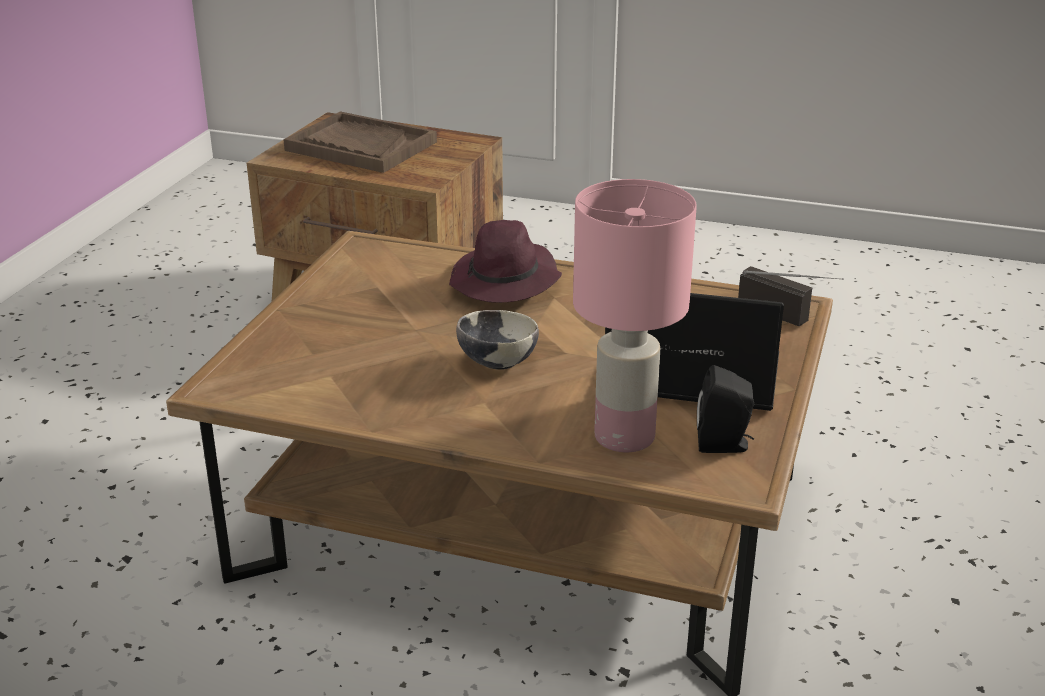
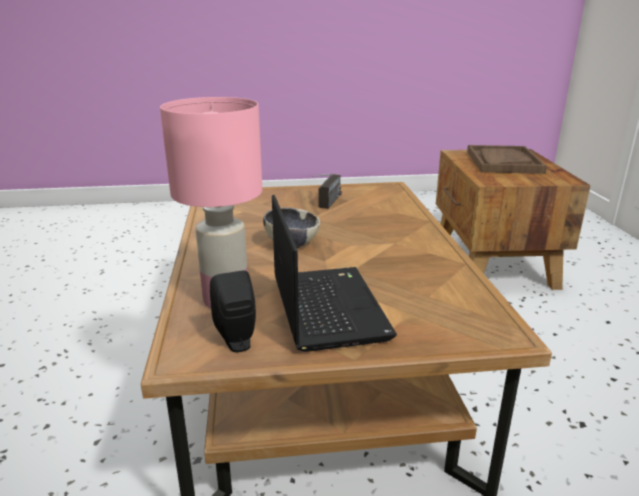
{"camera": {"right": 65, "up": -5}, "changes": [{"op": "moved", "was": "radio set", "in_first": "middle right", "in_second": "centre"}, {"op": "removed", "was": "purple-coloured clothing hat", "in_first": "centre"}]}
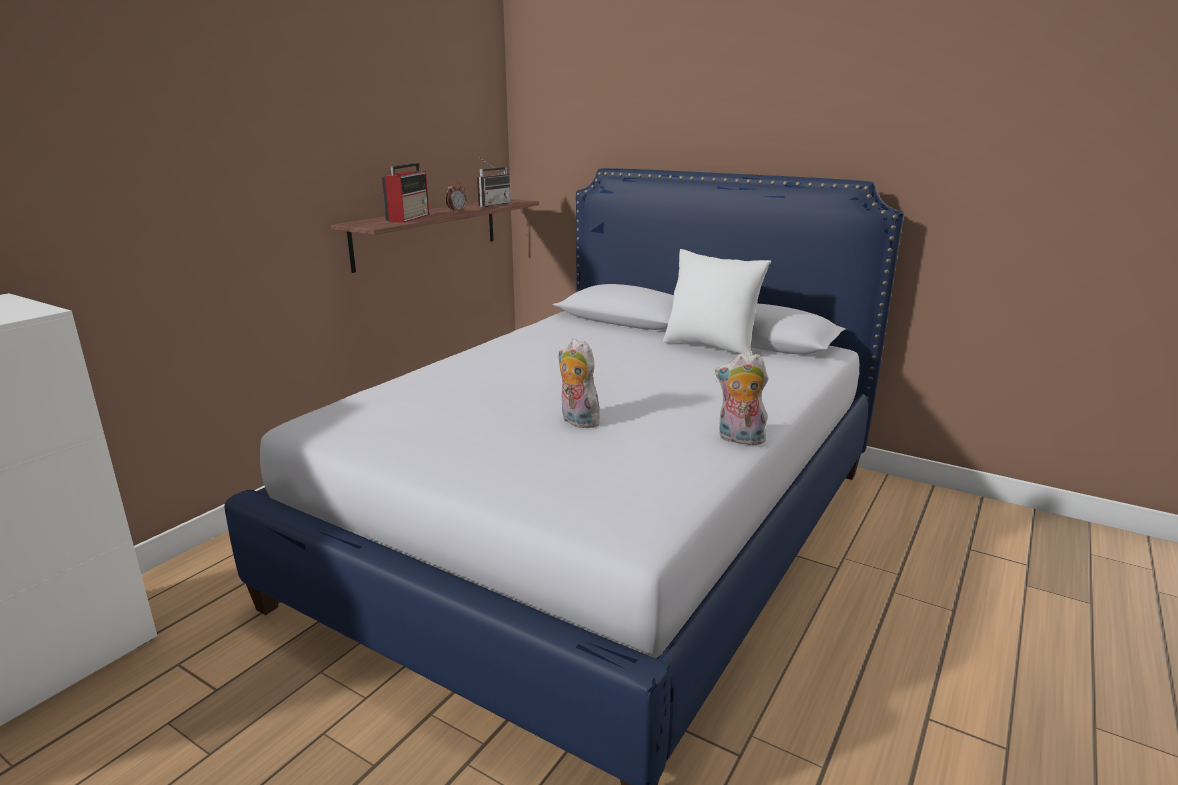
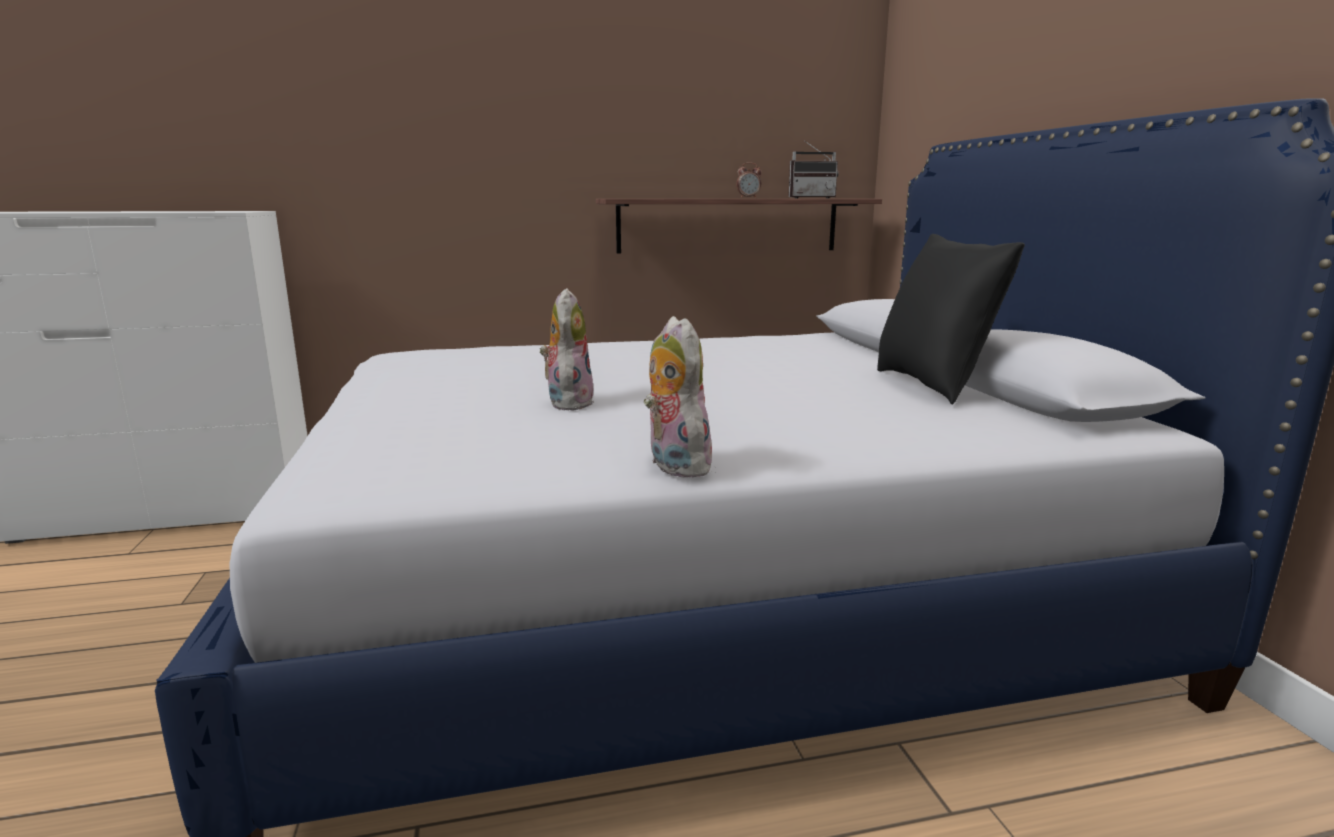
{"camera": {"right": 45, "up": -5}, "changes": [{"op": "recoloured", "was": "white throw pillow", "now": "blackish throw pillow", "in_first": "centre", "in_second": "middle right"}, {"op": "removed", "was": "radio set (1st from left)", "in_first": "top centre"}]}
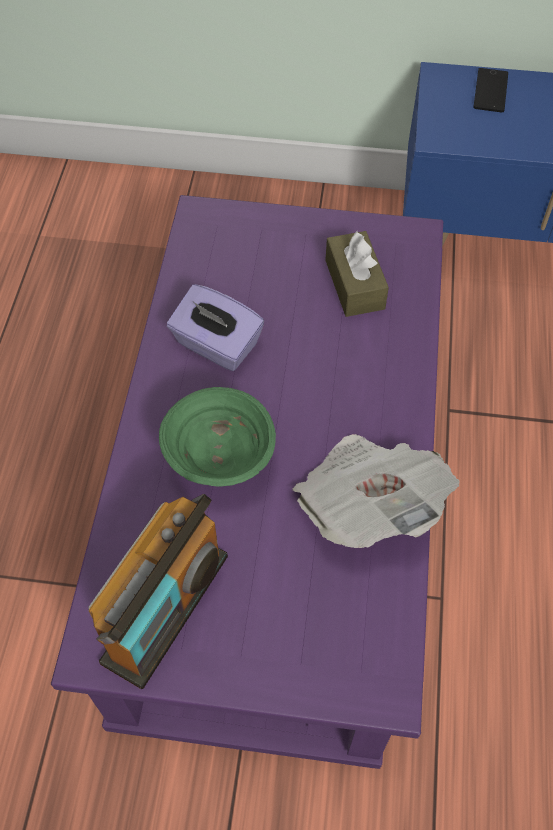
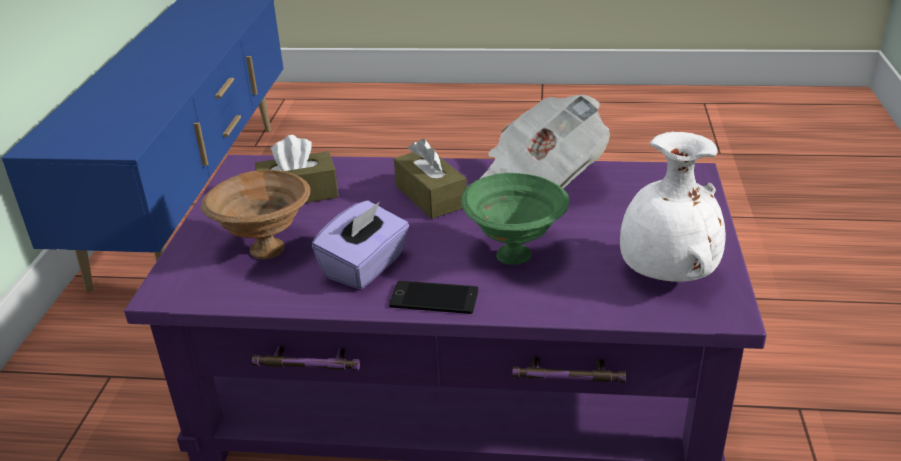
{"camera": {"right": -90, "up": -25}, "changes": [{"op": "added", "now": "brown deep dish", "in_second": "middle left"}, {"op": "moved", "was": "telephone", "in_first": "top right", "in_second": "centre"}, {"op": "added", "now": "brown tissue holder (2nd from left)", "in_second": "centre"}, {"op": "replaced", "was": "radio set", "now": "white flower vase", "in_first": "bottom left", "in_second": "middle right"}]}
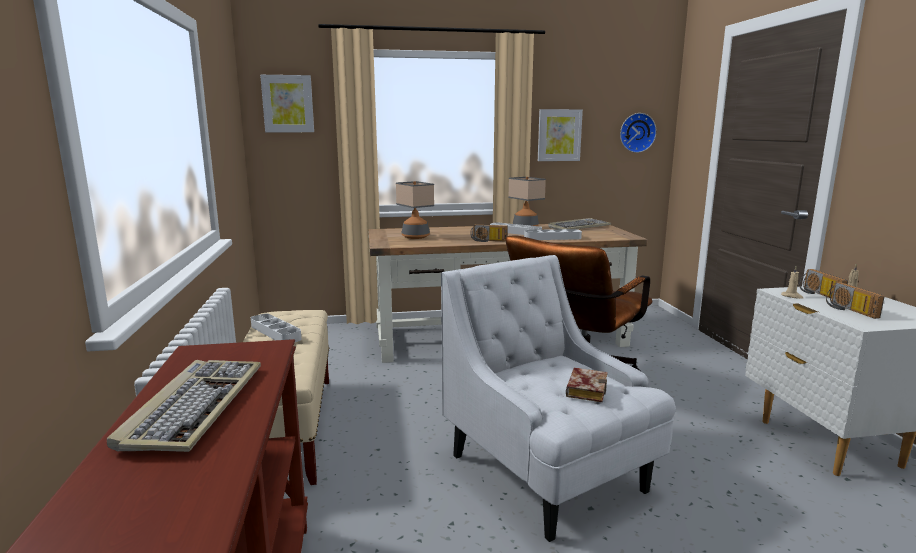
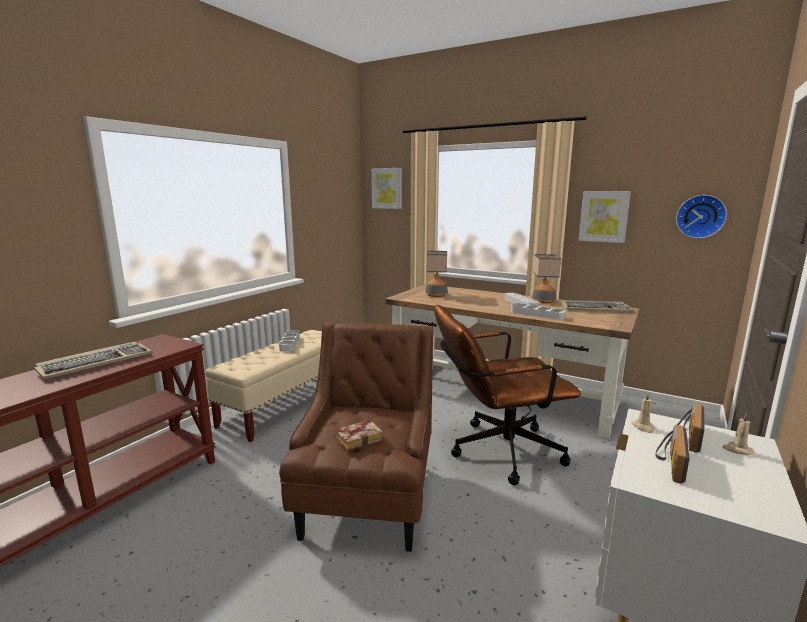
{"camera": {"right": 40, "up": 0}, "changes": [{"op": "recoloured", "was": "white easy chair", "now": "brown easy chair", "in_first": "bottom centre", "in_second": "bottom centre"}, {"op": "removed", "was": "radio set (1st from left)", "in_first": "centre"}]}
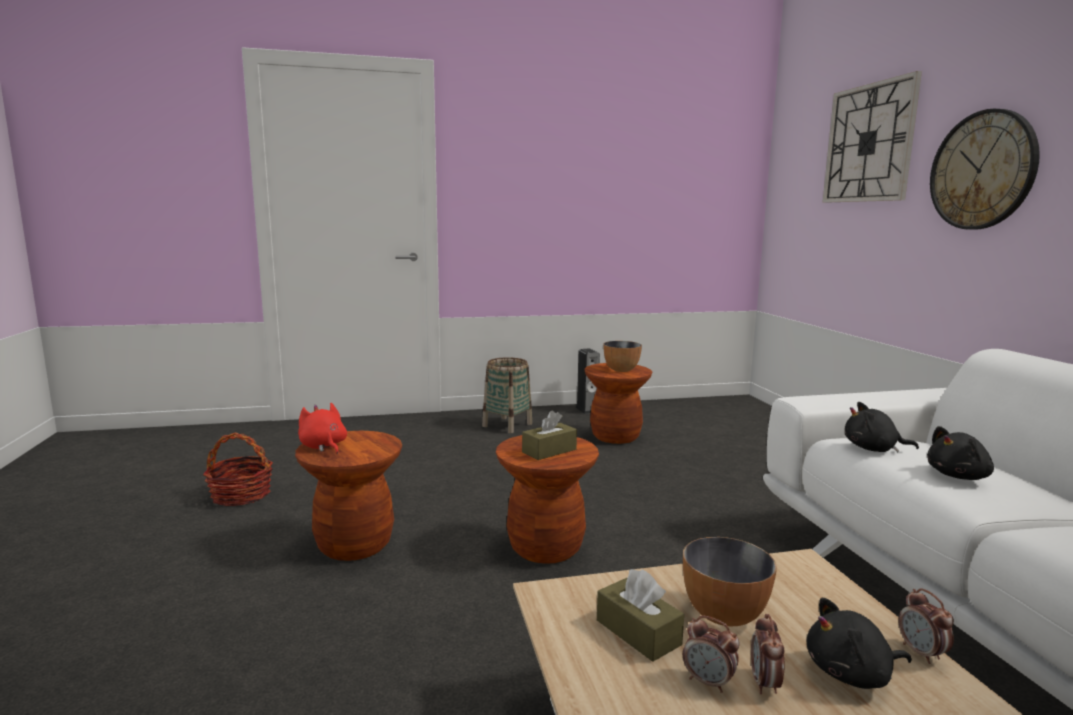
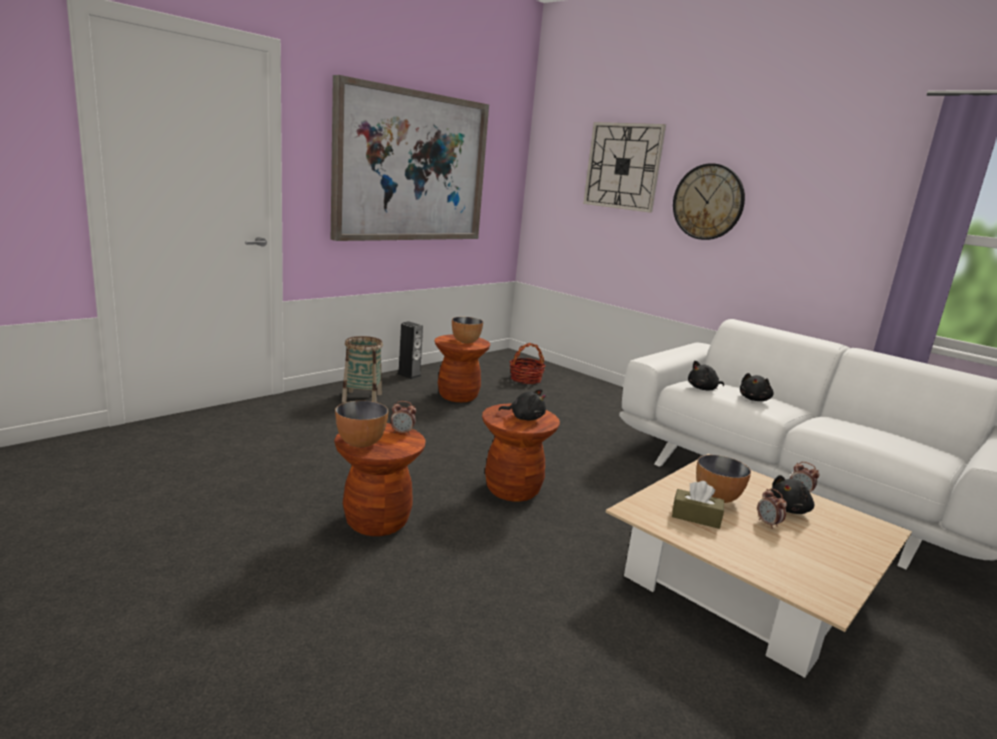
{"camera": {"right": -35, "up": 5}, "changes": [{"op": "added", "now": "wall art", "in_second": "top centre"}, {"op": "replaced", "was": "red cuddly toy", "now": "deep dish (1st from left)", "in_first": "middle left", "in_second": "centre"}, {"op": "moved", "was": "table clock (1st from left)", "in_first": "bottom centre", "in_second": "centre"}, {"op": "replaced", "was": "brown tissue holder (1st from left)", "now": "blackish cuddly toy (1st from left)", "in_first": "centre", "in_second": "centre"}, {"op": "moved", "was": "household basket (1st from left in the first image)", "now": "household basket (2nd from left)", "in_first": "middle left", "in_second": "centre"}]}
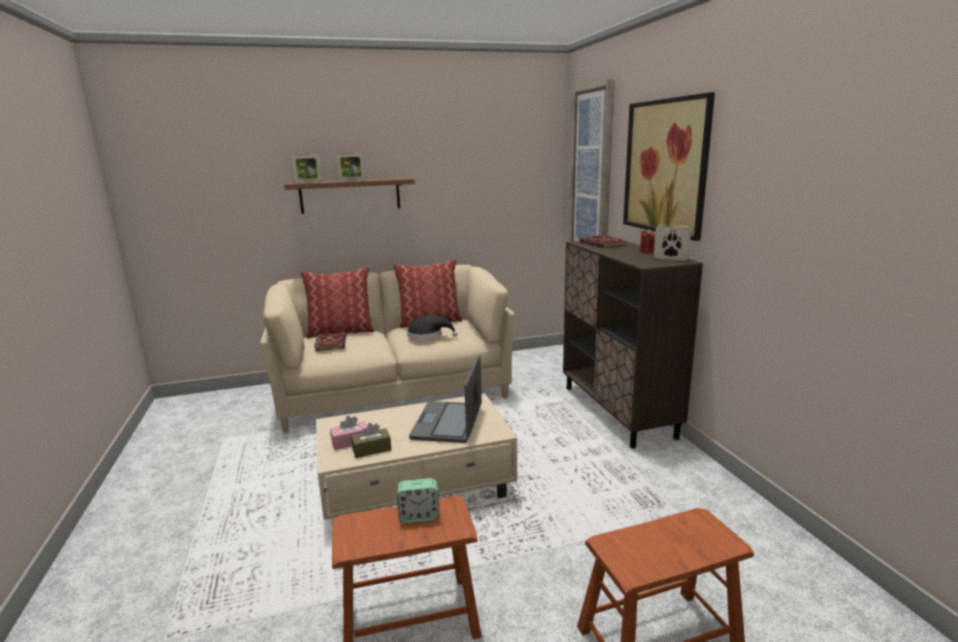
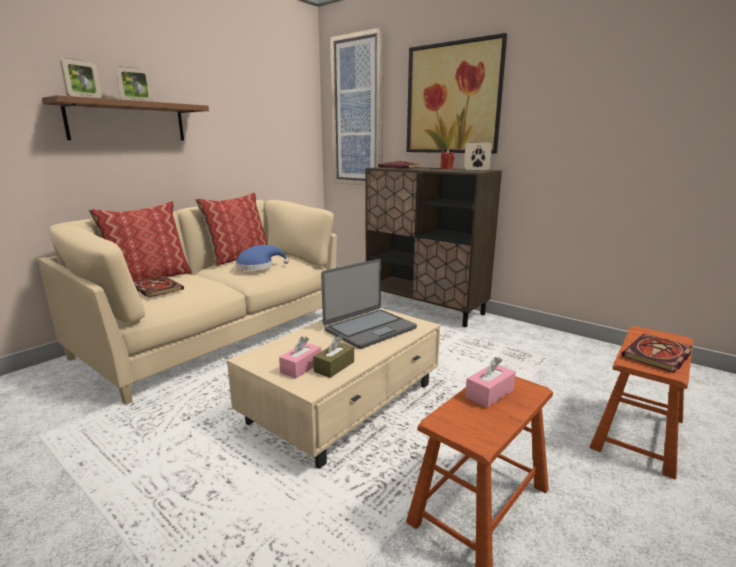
{"camera": {"right": -35, "up": 0}, "changes": [{"op": "recoloured", "was": "blackish clothing hat", "now": "blue-coloured clothing hat", "in_first": "centre", "in_second": "centre"}, {"op": "turned", "was": "laptop", "in_first": "centre", "in_second": "centre", "clockwise": -105}, {"op": "replaced", "was": "table clock", "now": "pinkish tissue holder (2nd from left)", "in_first": "bottom centre", "in_second": "bottom centre"}, {"op": "added", "now": "bound book (3rd from left)", "in_second": "middle right"}]}
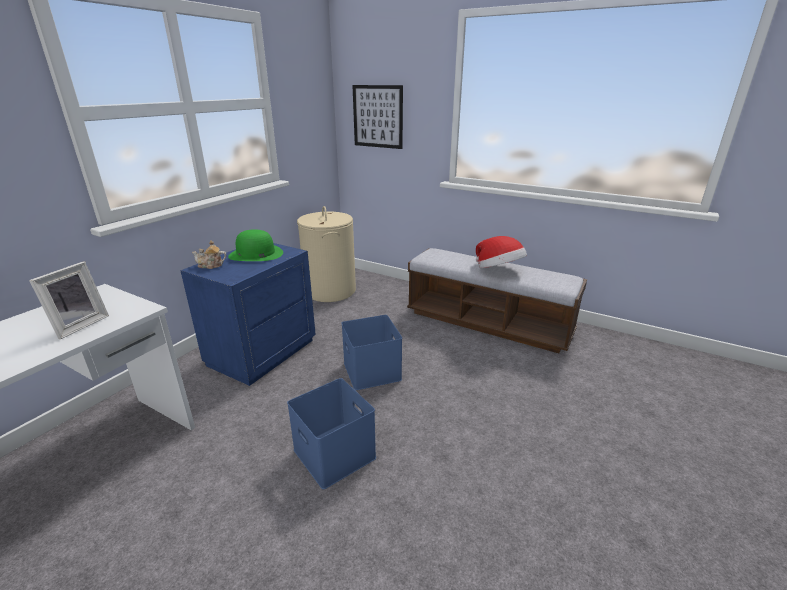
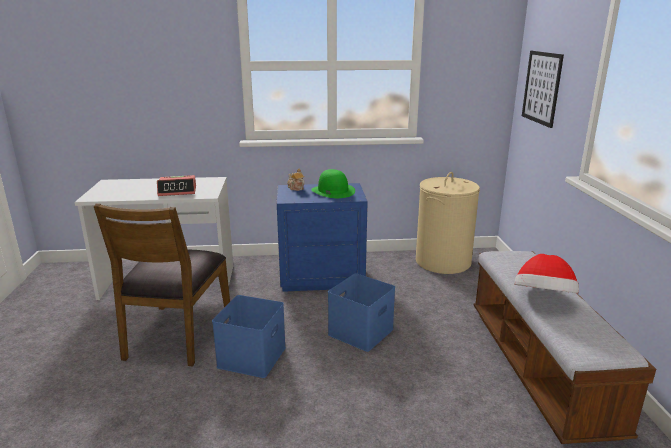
{"camera": {"right": 55, "up": -5}, "changes": [{"op": "added", "now": "brown upright chair", "in_second": "middle left"}, {"op": "replaced", "was": "standing frame", "now": "table clock", "in_first": "middle left", "in_second": "middle left"}]}
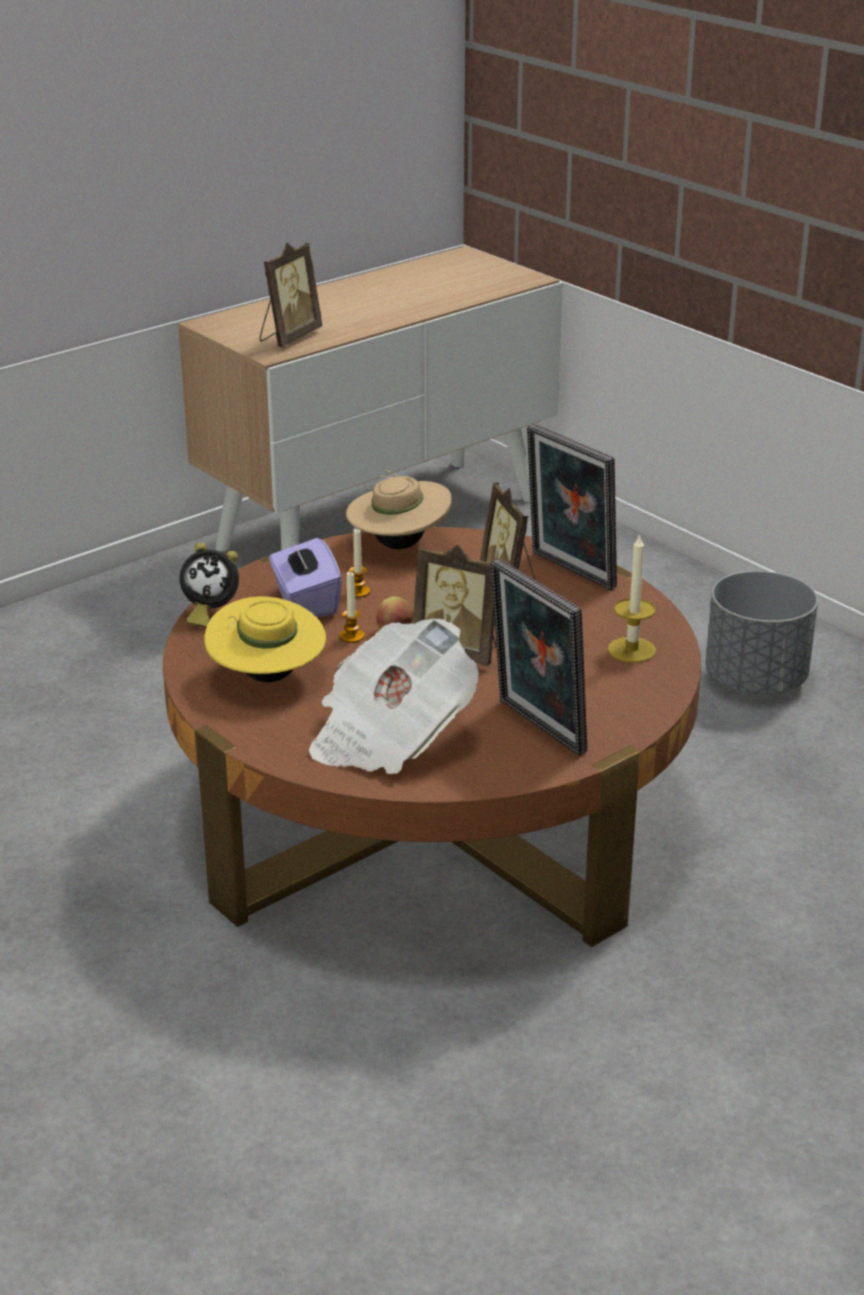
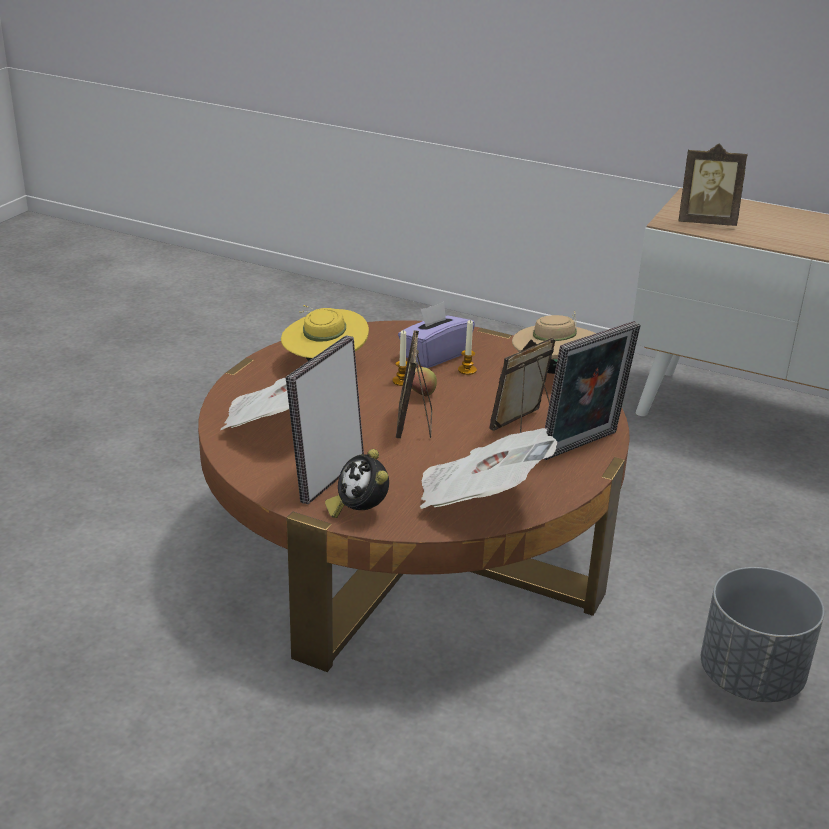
{"camera": {"right": 65, "up": 0}, "changes": [{"op": "moved", "was": "table clock", "in_first": "middle left", "in_second": "centre"}, {"op": "replaced", "was": "candle (3rd from left)", "now": "printed paper (2nd from left)", "in_first": "middle right", "in_second": "centre"}, {"op": "turned", "was": "standing frame (5th from left in the first image)", "in_first": "centre", "in_second": "middle right", "clockwise": -150}]}
